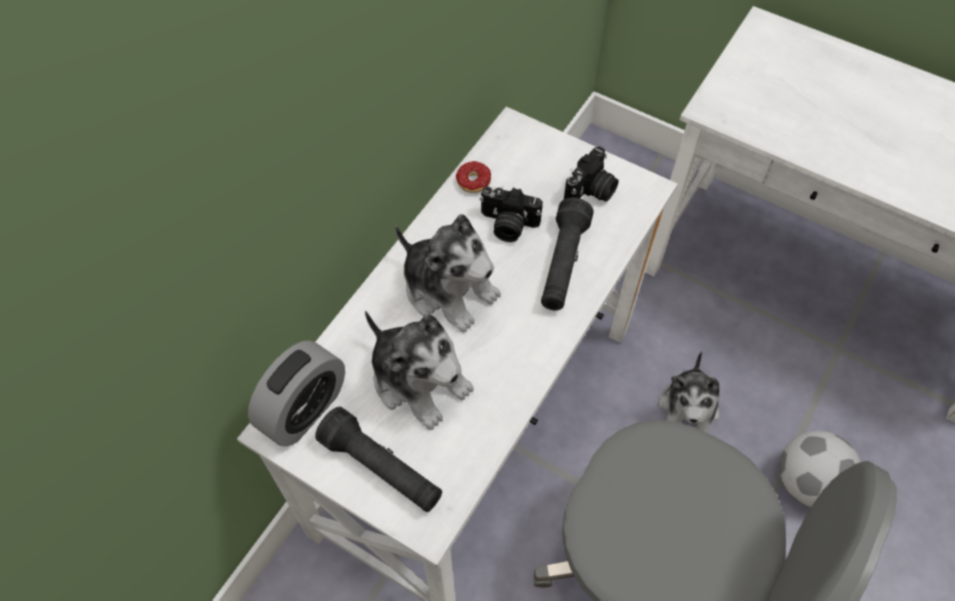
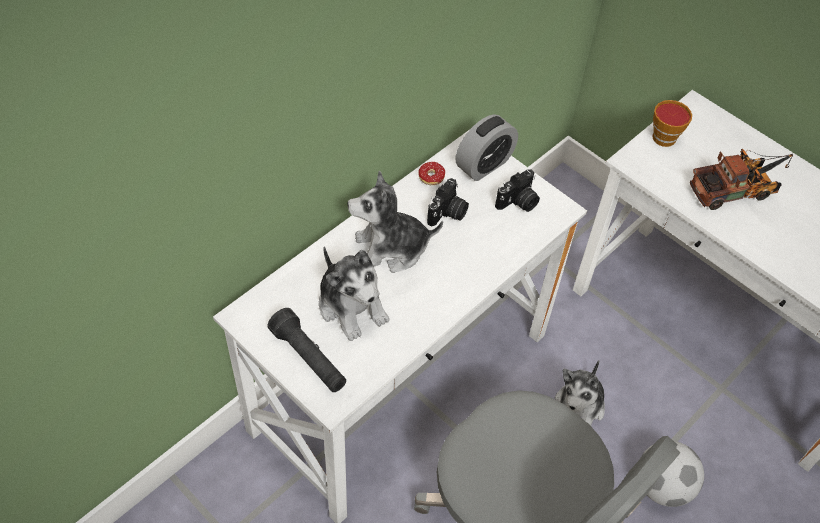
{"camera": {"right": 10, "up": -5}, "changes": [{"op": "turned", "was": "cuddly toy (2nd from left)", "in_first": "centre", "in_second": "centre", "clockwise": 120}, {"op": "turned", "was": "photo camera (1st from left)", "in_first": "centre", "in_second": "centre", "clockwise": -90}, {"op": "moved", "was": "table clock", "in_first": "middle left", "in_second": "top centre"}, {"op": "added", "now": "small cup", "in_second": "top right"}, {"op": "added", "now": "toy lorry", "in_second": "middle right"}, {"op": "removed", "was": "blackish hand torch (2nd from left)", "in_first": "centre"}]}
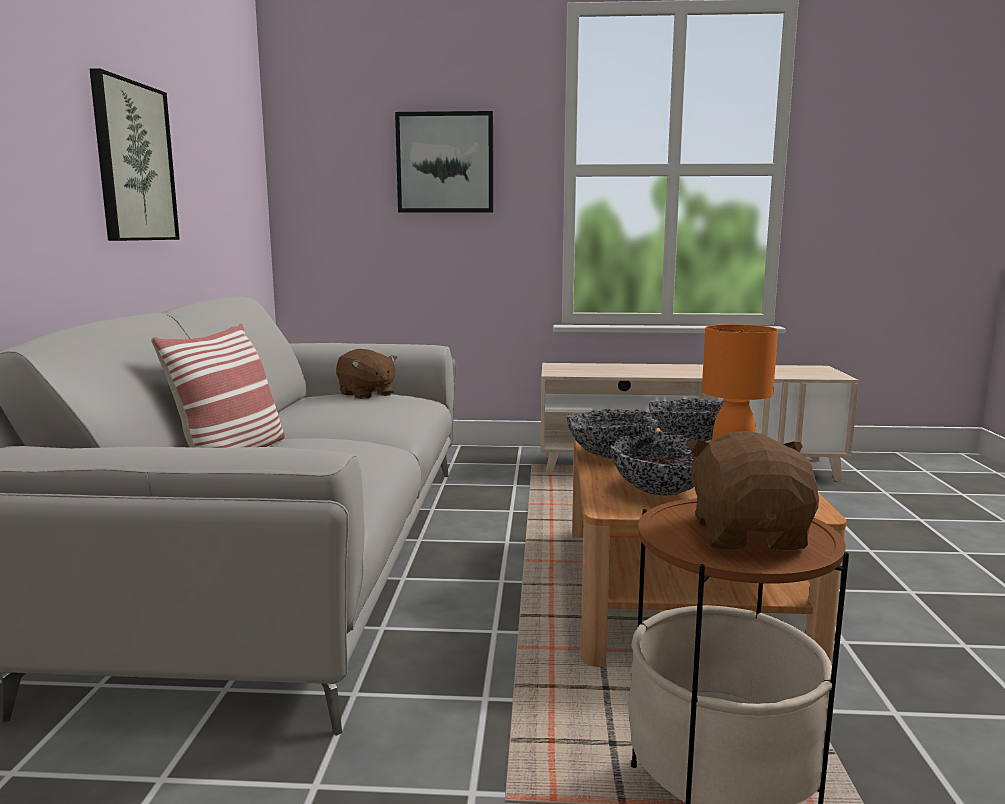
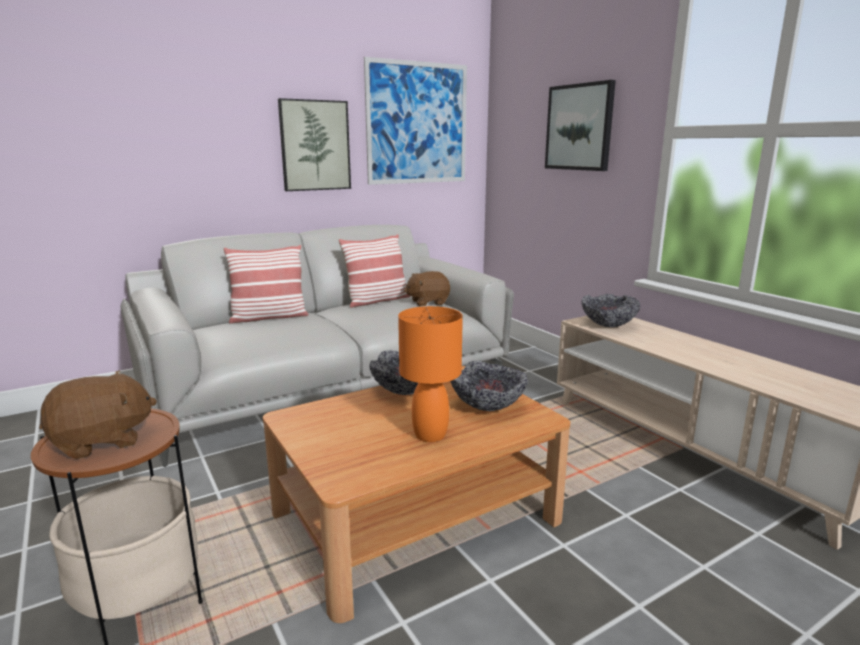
{"camera": {"right": 55, "up": 5}, "changes": [{"op": "added", "now": "throw pillow (2nd from left)", "in_second": "centre"}, {"op": "added", "now": "wall art (2nd from left)", "in_second": "top centre"}, {"op": "turned", "was": "brown cuddly toy (1st from left in the first image)", "in_first": "centre", "in_second": "centre", "clockwise": 60}, {"op": "moved", "was": "deep dish (2nd from left in the first image)", "now": "deep dish (3rd from left)", "in_first": "centre", "in_second": "middle right"}]}
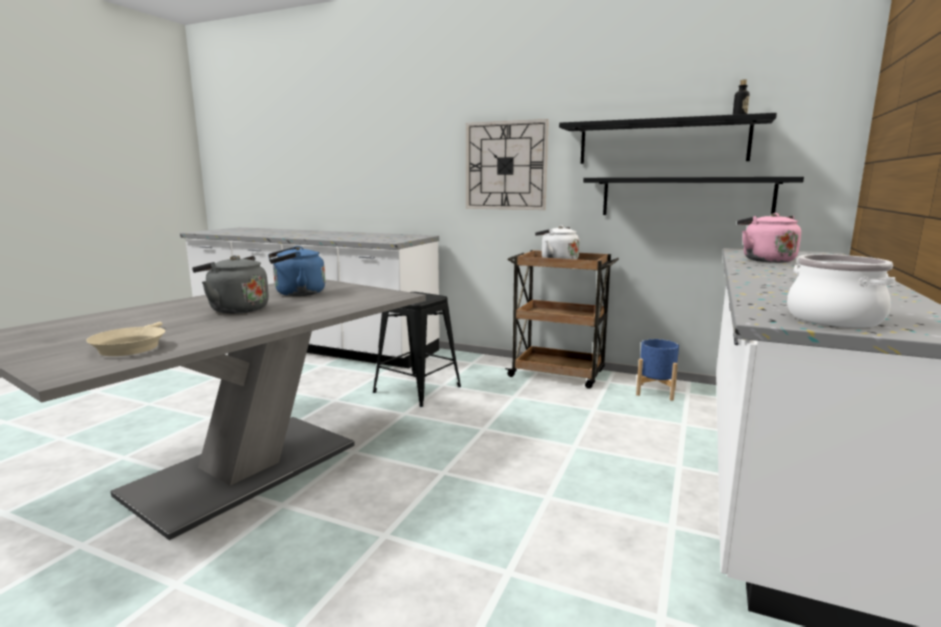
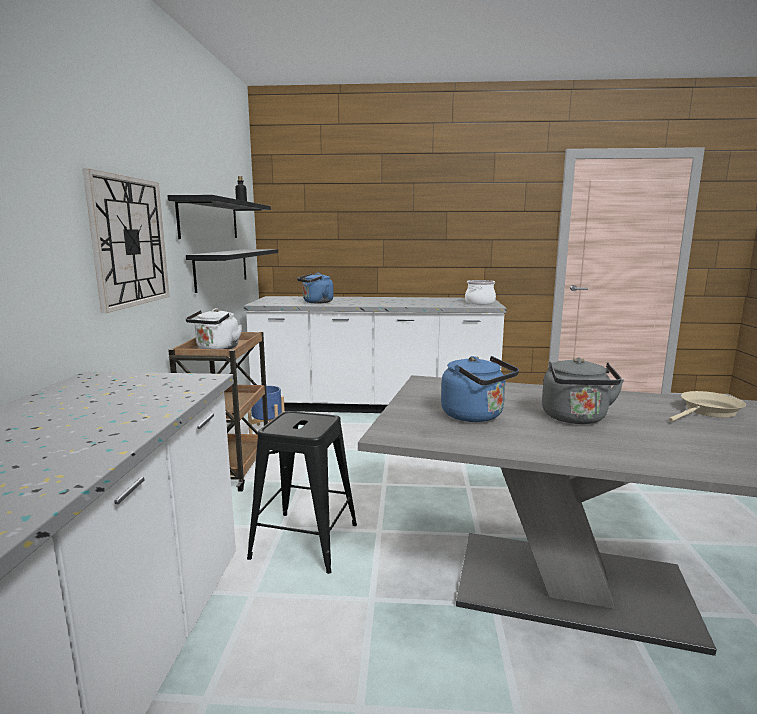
{"camera": {"right": -110, "up": 0}, "changes": [{"op": "recoloured", "was": "pinkish water kettle", "now": "blue-coloured water kettle (1st from left)", "in_first": "middle right", "in_second": "centre"}]}
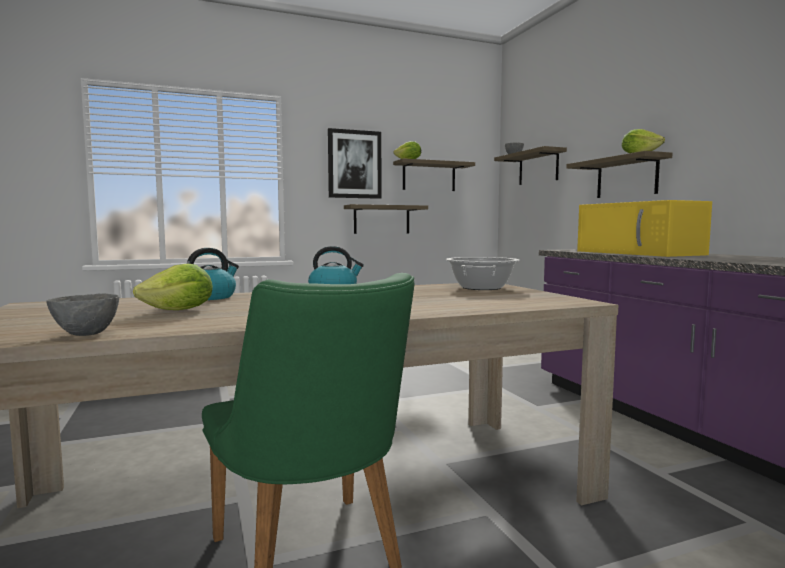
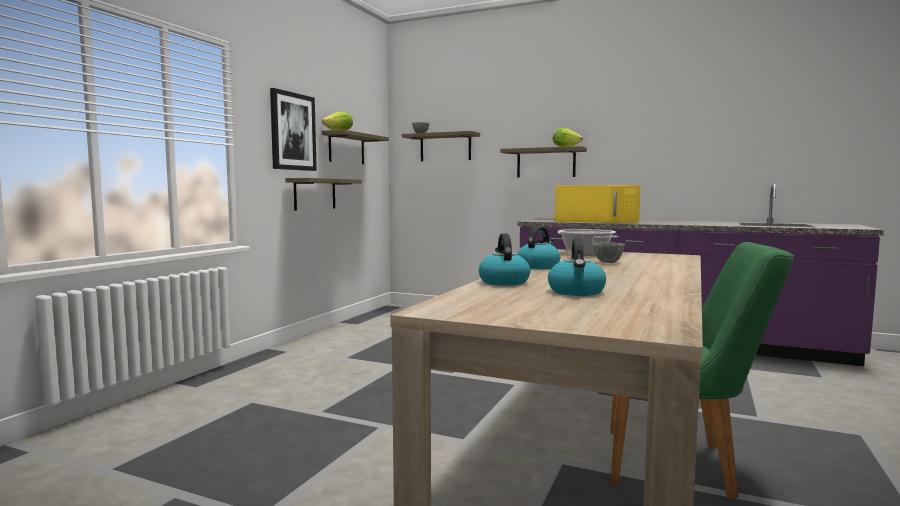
{"camera": {"right": -45, "up": 0}, "changes": [{"op": "replaced", "was": "lettuce head (1st from left)", "now": "water kettle (3rd from left)", "in_first": "middle left", "in_second": "centre"}, {"op": "moved", "was": "grey deep dish (1st from left in the first image)", "now": "grey deep dish (2nd from left)", "in_first": "middle left", "in_second": "middle right"}]}
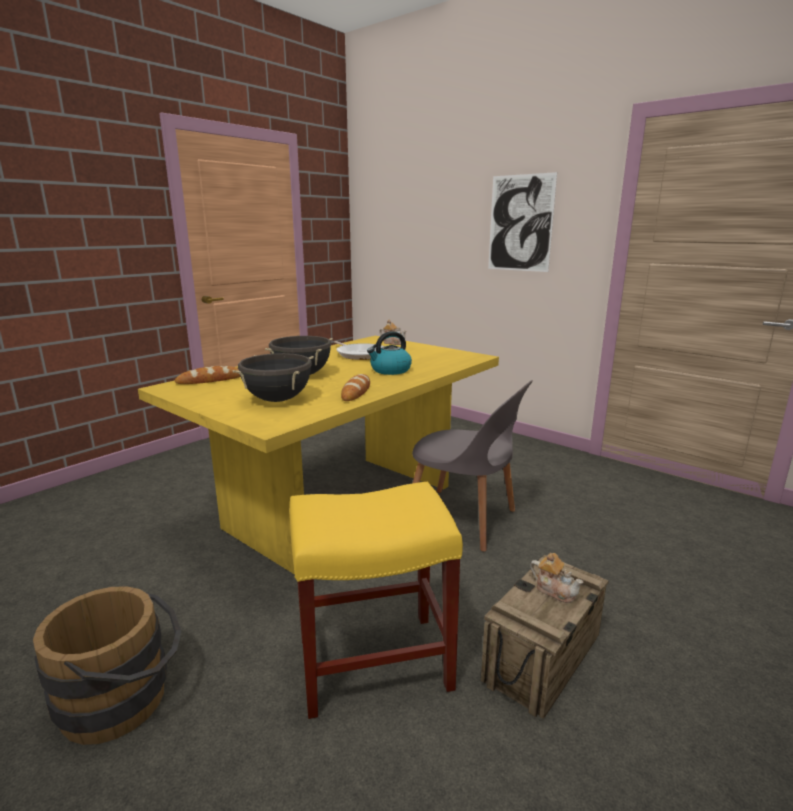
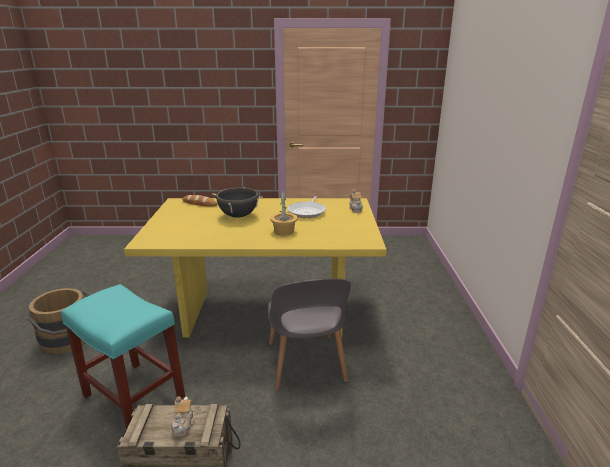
{"camera": {"right": 50, "up": 5}, "changes": [{"op": "recoloured", "was": "yellow-coloured stool seat", "now": "blue-green stool seat", "in_first": "bottom centre", "in_second": "bottom left"}, {"op": "replaced", "was": "water kettle", "now": "potted plant", "in_first": "centre", "in_second": "centre"}, {"op": "removed", "was": "blackish cooking pot (1st from left)", "in_first": "centre"}, {"op": "removed", "was": "bakery bread (2nd from left)", "in_first": "centre"}, {"op": "removed", "was": "wall art", "in_first": "top centre"}]}
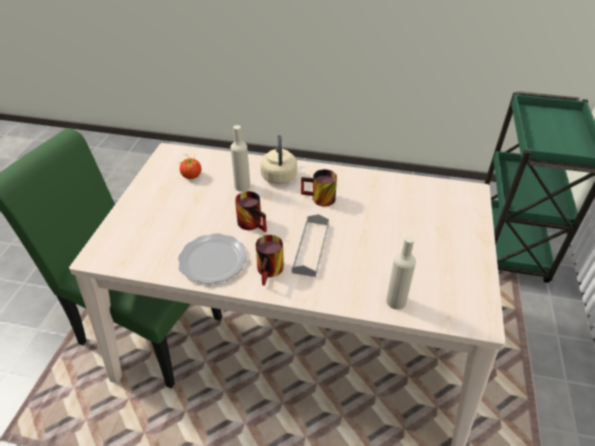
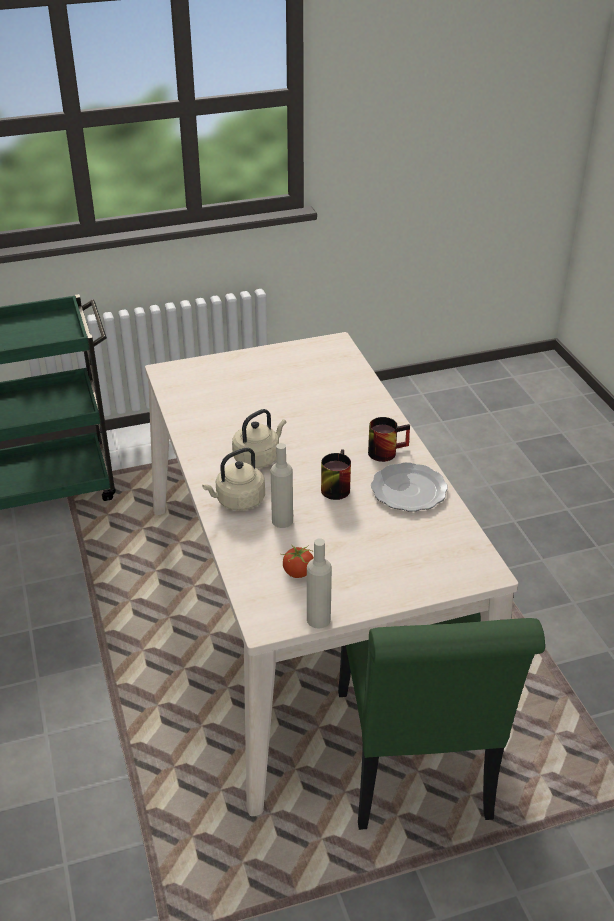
{"camera": {"right": -120, "up": -5}, "changes": [{"op": "replaced", "was": "mug (3rd from left)", "now": "sand-coloured water kettle (2nd from left)", "in_first": "centre", "in_second": "centre"}, {"op": "moved", "was": "sand-coloured bottle (2nd from left)", "in_first": "middle right", "in_second": "centre"}, {"op": "removed", "was": "grey tray", "in_first": "centre"}]}
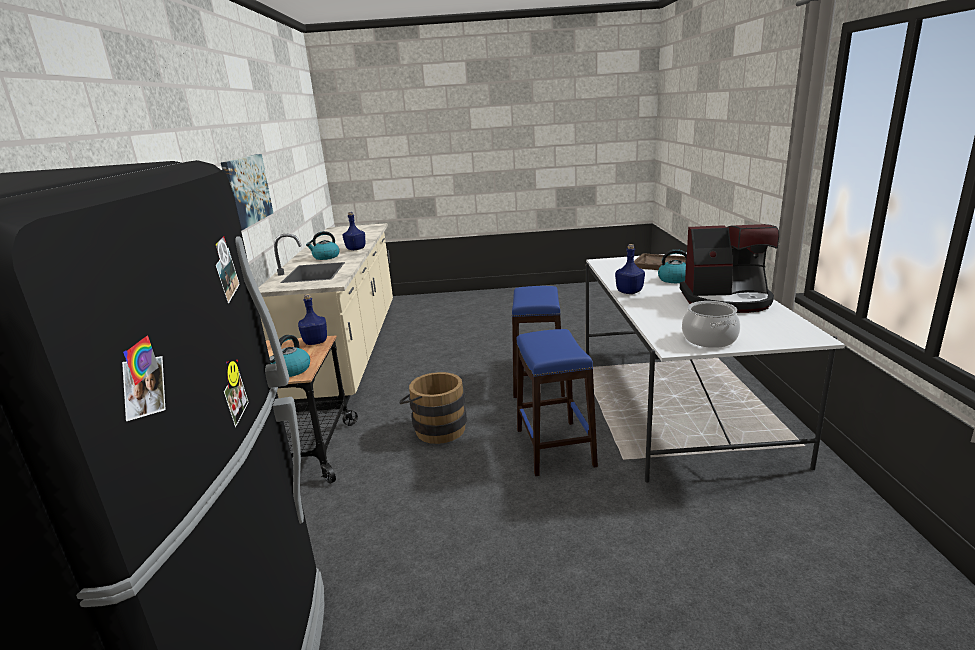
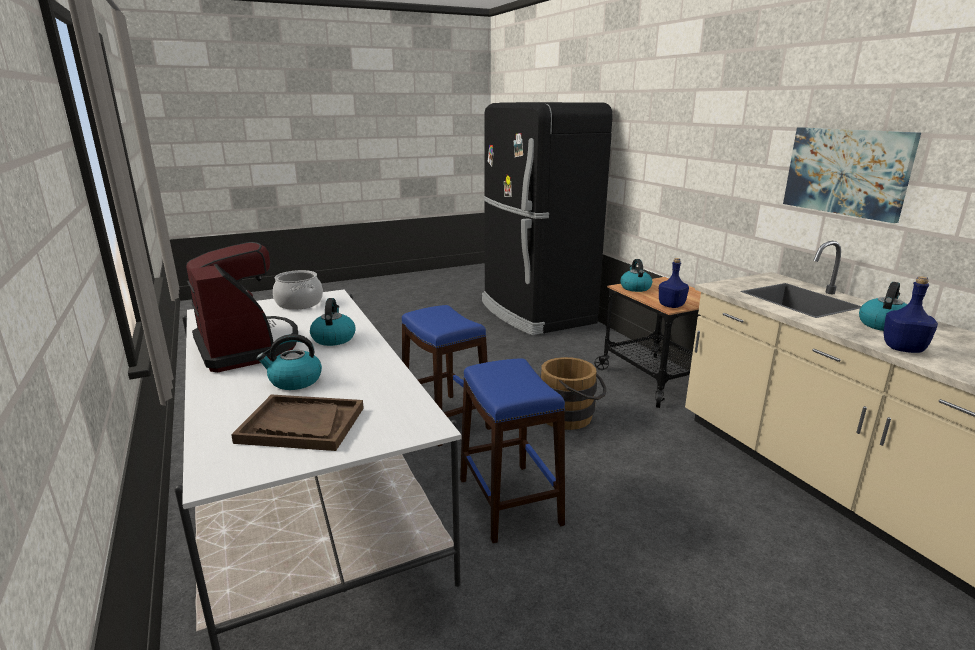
{"camera": {"right": 155, "up": 0}, "changes": [{"op": "turned", "was": "coffee maker", "in_first": "middle right", "in_second": "middle left", "clockwise": 75}, {"op": "added", "now": "water kettle (2nd from left)", "in_second": "centre"}, {"op": "removed", "was": "blue-coloured bottle (3rd from left)", "in_first": "centre"}]}
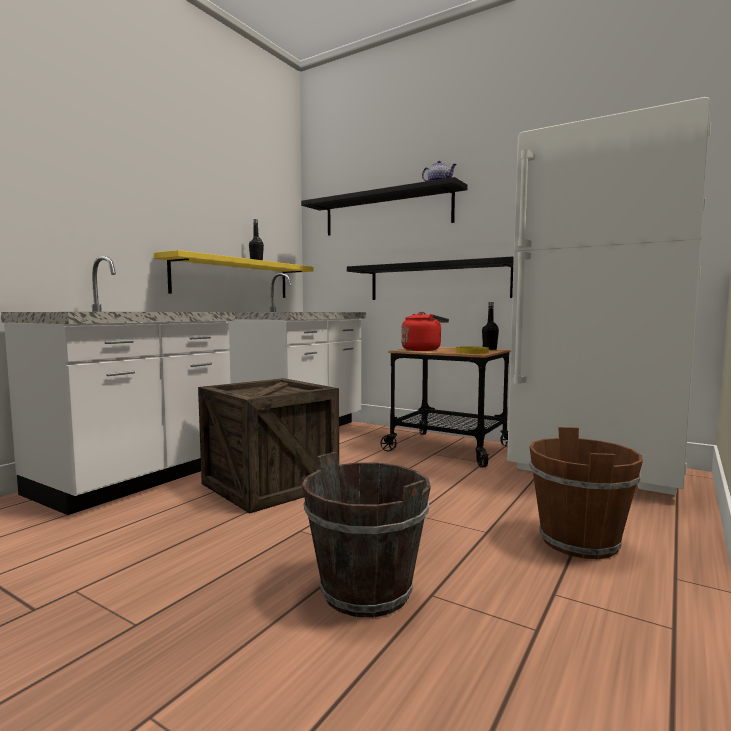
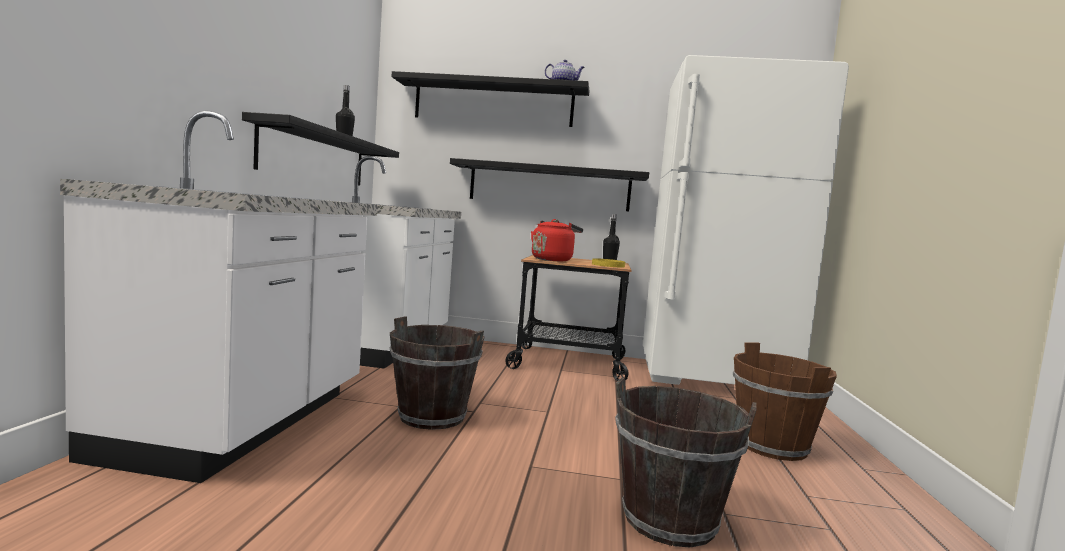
{"camera": {"right": -25, "up": 0}, "changes": [{"op": "recoloured", "was": "yellow-coloured shelf", "now": "blackish shelf (1st from left)", "in_first": "middle left", "in_second": "top left"}, {"op": "replaced", "was": "packing crate", "now": "brown bucket (1st from left)", "in_first": "centre", "in_second": "bottom centre"}]}
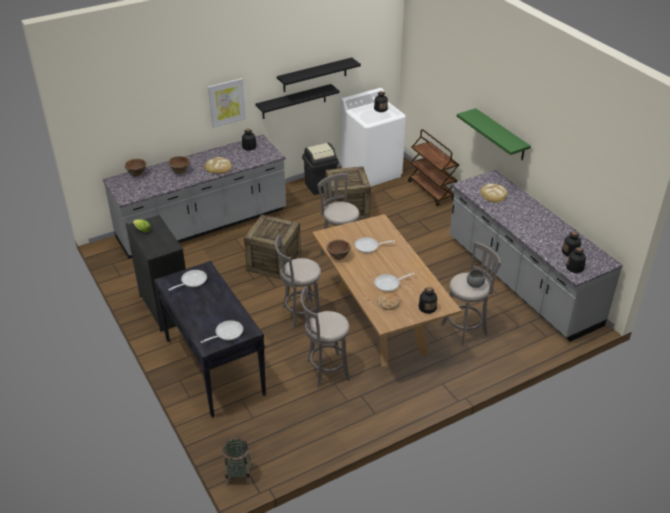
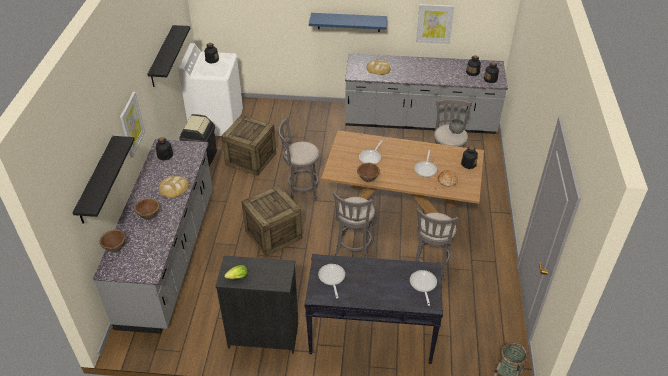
{"camera": {"right": -55, "up": 5}, "changes": [{"op": "moved", "was": "blackish shelf (1st from left)", "in_first": "top centre", "in_second": "middle left"}, {"op": "recoloured", "was": "green shelf", "now": "blue-coloured shelf", "in_first": "top right", "in_second": "top centre"}, {"op": "added", "now": "wall art (2nd from left)", "in_second": "top centre"}, {"op": "removed", "was": "brown cart", "in_first": "top centre"}]}
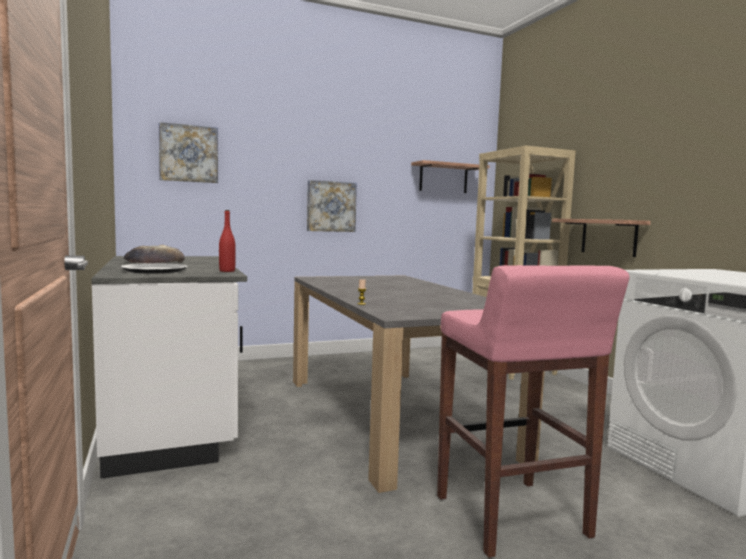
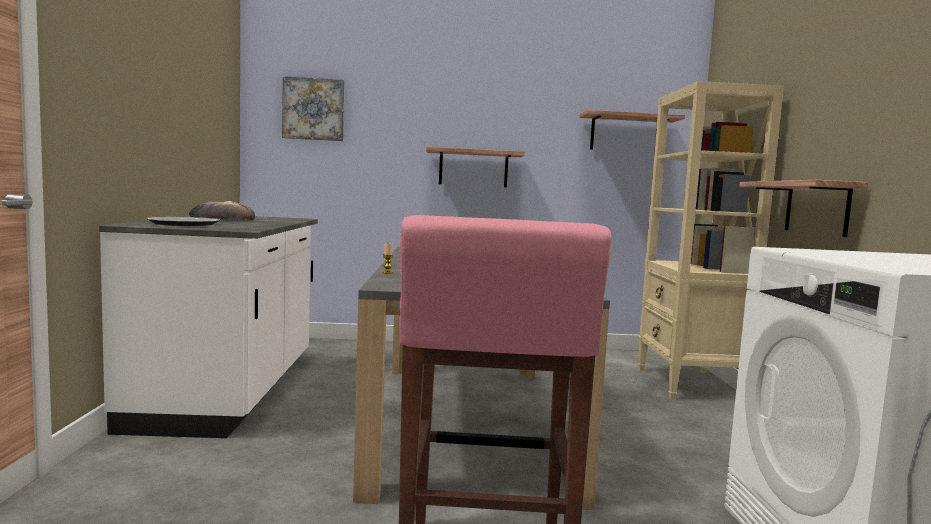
{"camera": {"right": 20, "up": 0}, "changes": [{"op": "replaced", "was": "wall art (2nd from left)", "now": "shelf (1st from left)", "in_first": "centre", "in_second": "top centre"}, {"op": "removed", "was": "red bottle", "in_first": "middle left"}]}
